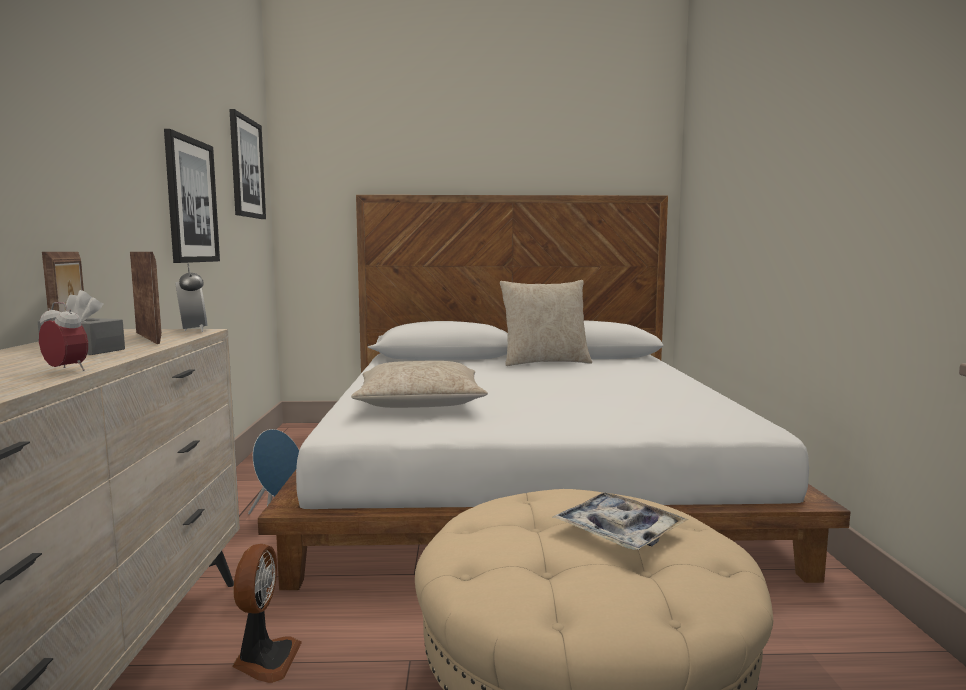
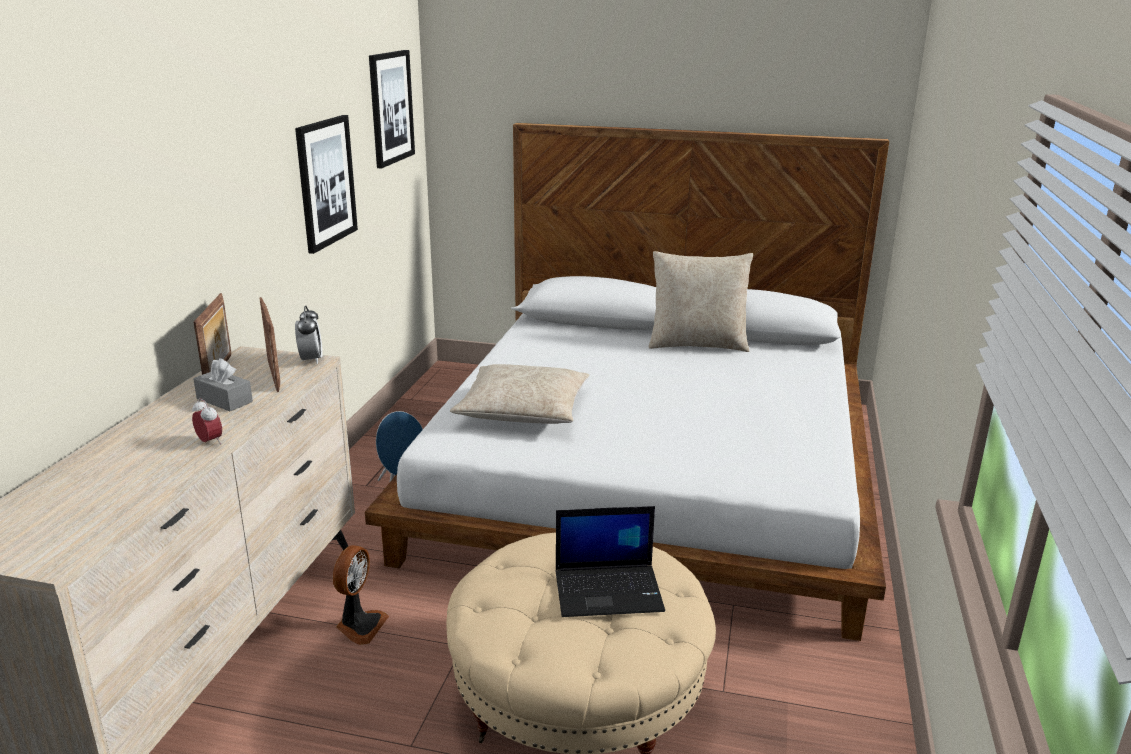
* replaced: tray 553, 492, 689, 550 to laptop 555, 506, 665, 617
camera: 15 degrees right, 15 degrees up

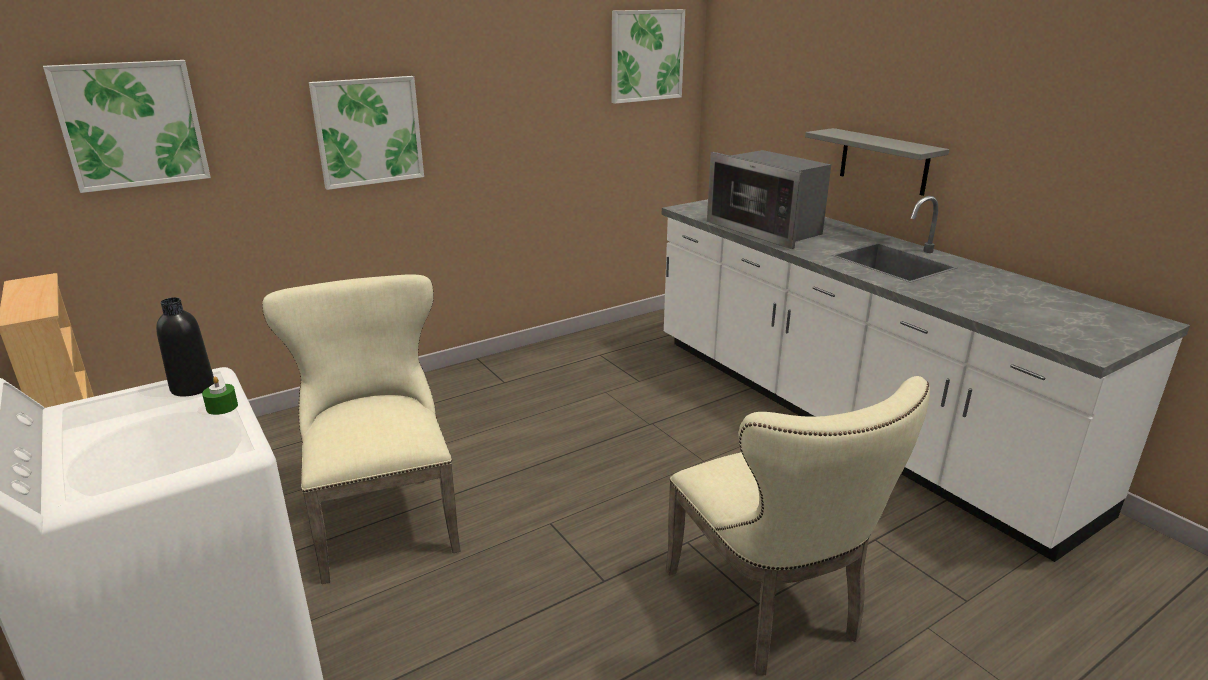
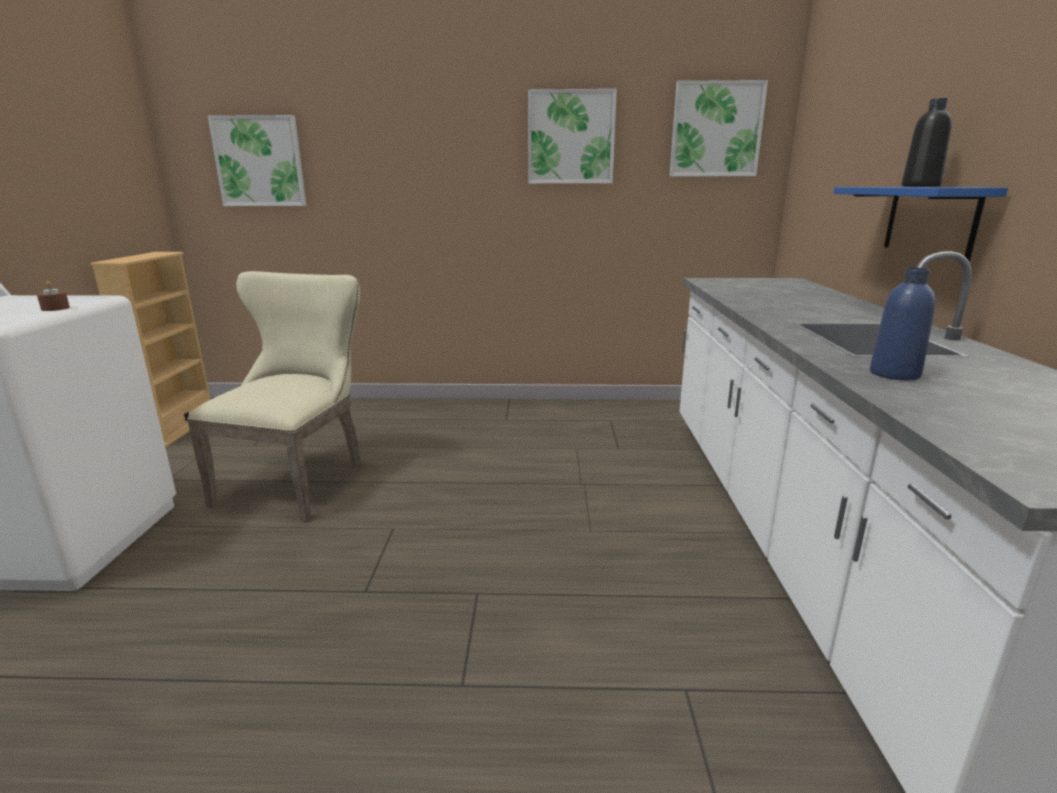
* removed: beige chair 666, 376, 930, 675
* removed: microwave 707, 150, 831, 249
* added: blue bottle 870, 267, 936, 381
* moved: black bottle 156, 297, 214, 397 to 901, 98, 952, 187
* moved: picture 309, 76, 424, 190 to 528, 89, 617, 184
* recoloured: green candle 202, 376, 238, 415 to brown candle 37, 281, 70, 311
* recoloured: grey shelf 805, 128, 949, 196 to blue shelf 833, 187, 1008, 262
camera: 35 degrees right, 5 degrees down

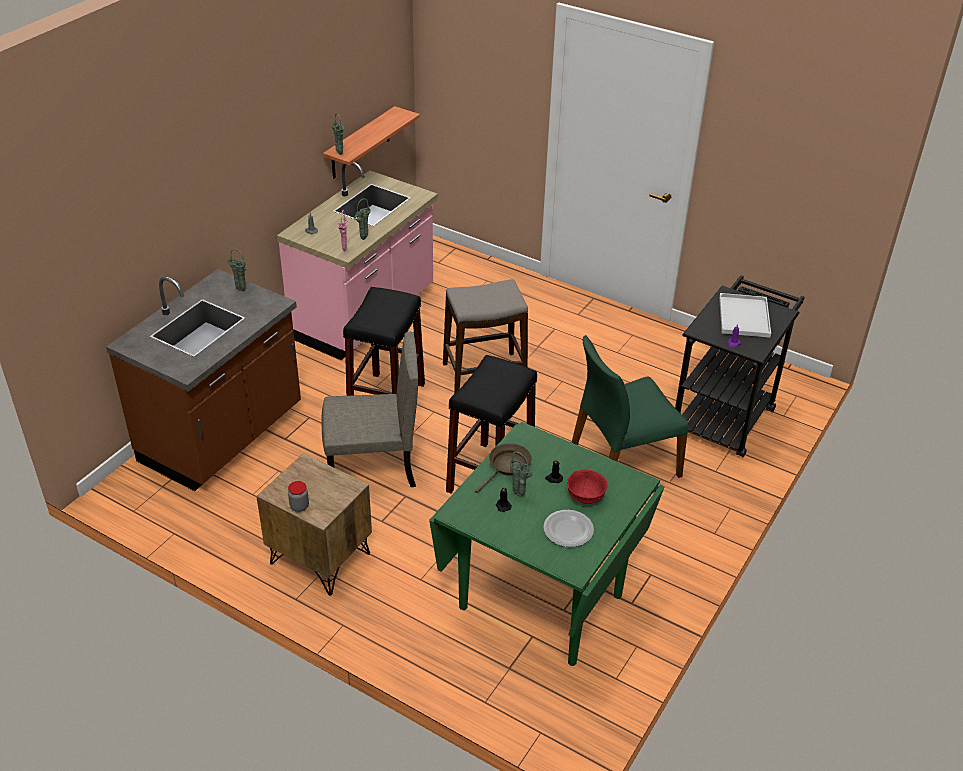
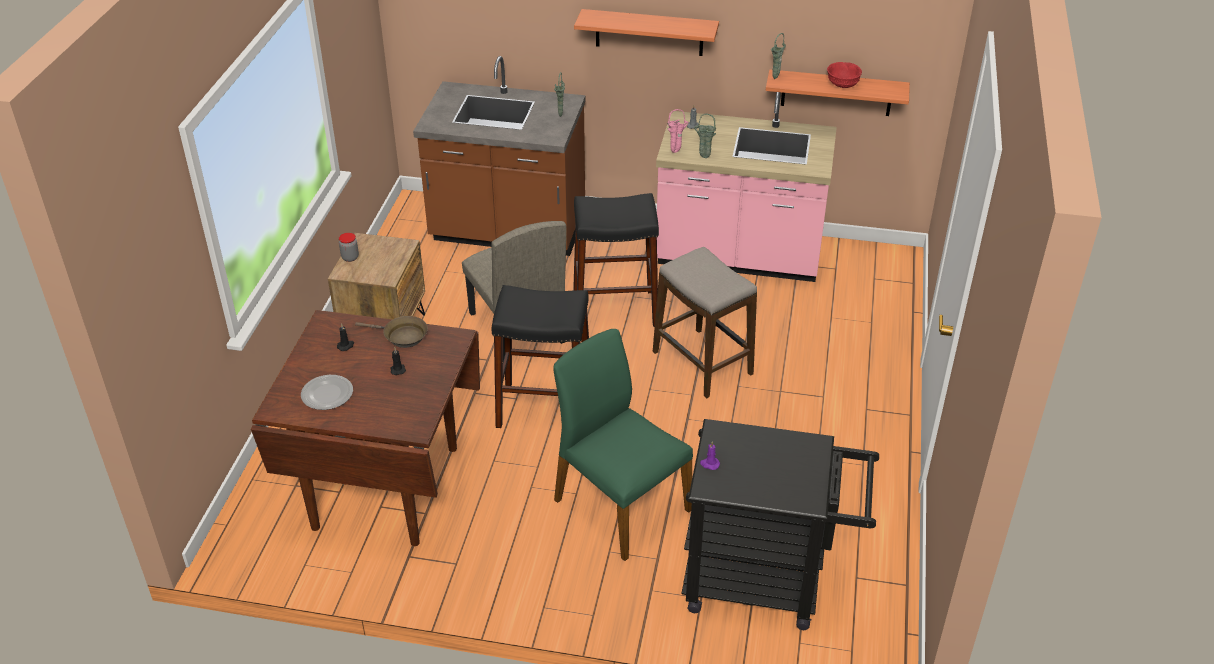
* removed: green vase 509, 451, 533, 496
* removed: white tray 719, 293, 771, 338
* added: shelf 574, 9, 719, 56
* moved: red bowl 567, 469, 608, 504 to 827, 62, 862, 88
* recoloured: green dining table 429, 421, 664, 666 to brown dining table 251, 310, 480, 546
camera: 70 degrees right, 0 degrees up

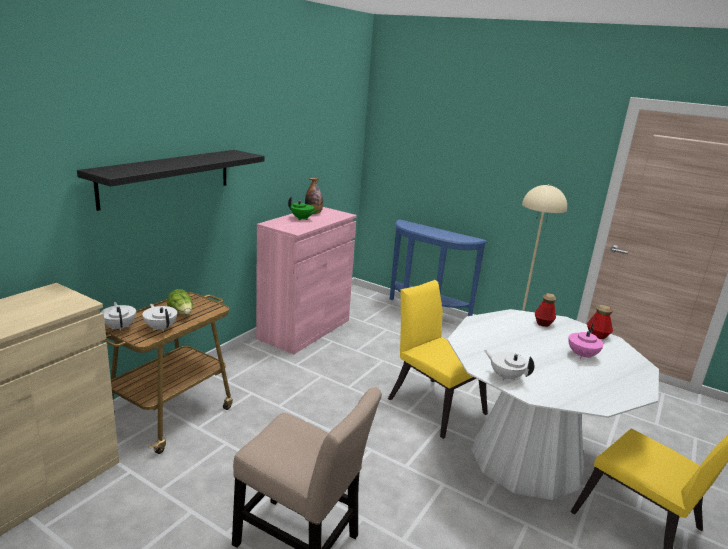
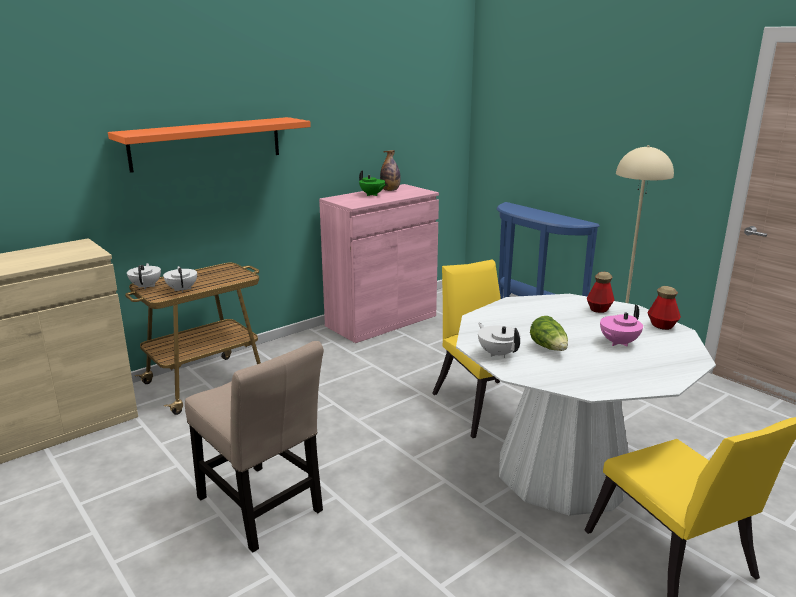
* moved: lettuce 167, 289, 193, 315 to 530, 316, 568, 351
* recoloured: black shelf 77, 150, 265, 211 to orange shelf 108, 117, 311, 173
camera: 20 degrees right, 0 degrees up

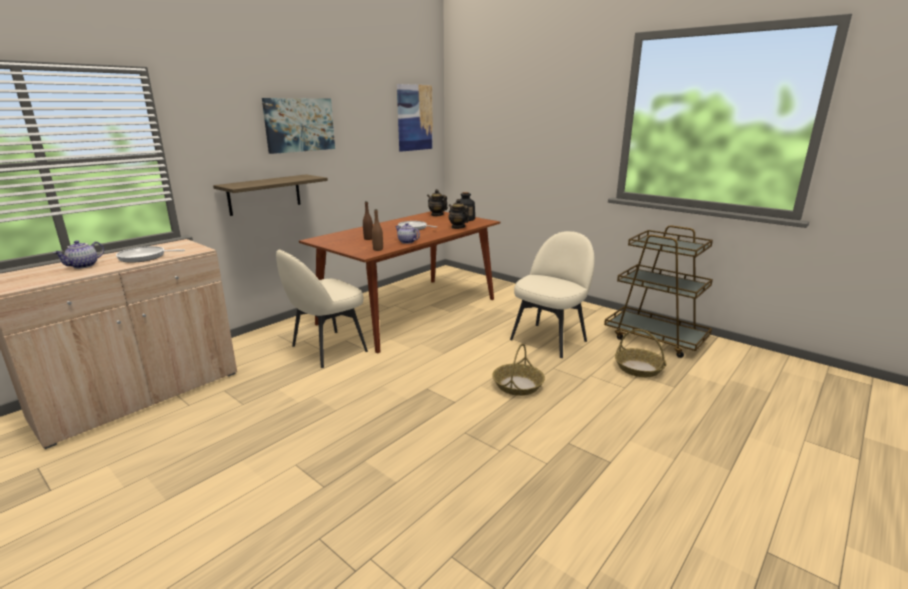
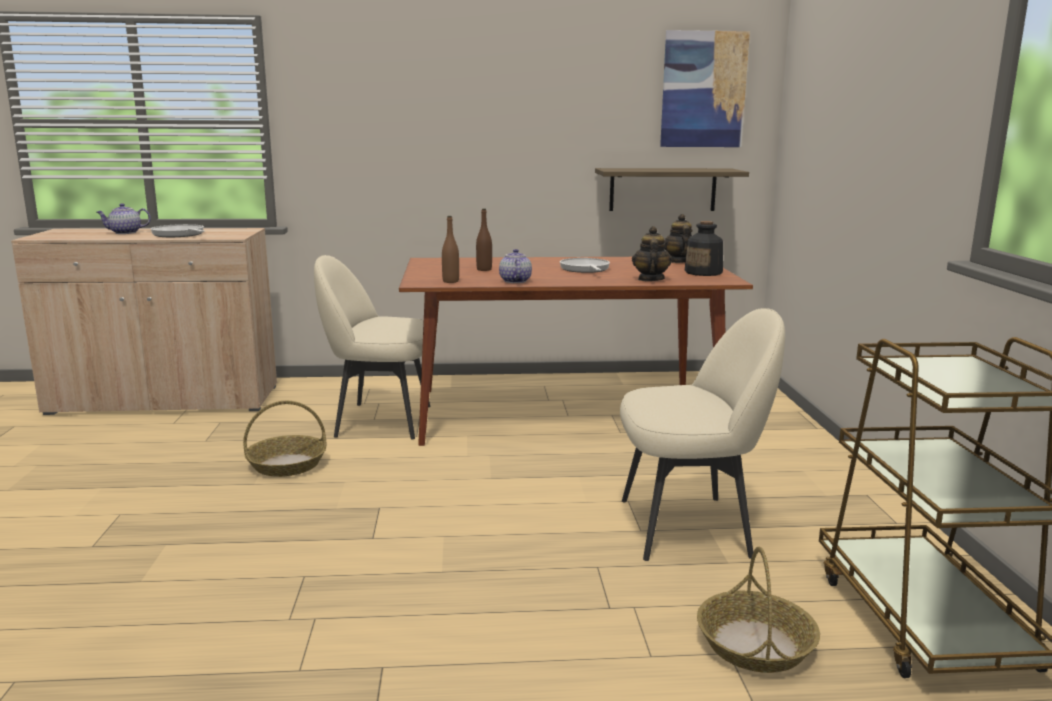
* removed: picture 262, 98, 335, 154
* moved: shelf 213, 175, 328, 216 to 595, 168, 749, 211
* moved: basket 492, 343, 545, 396 to 243, 401, 326, 477
camera: 45 degrees right, 5 degrees down

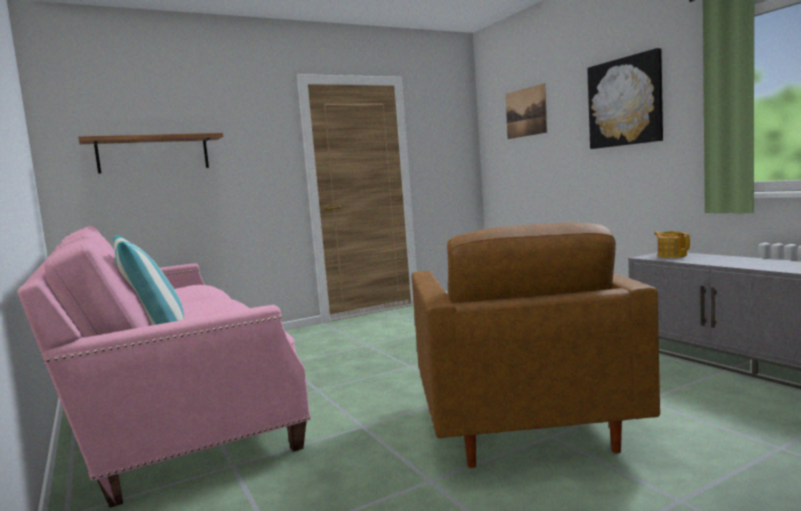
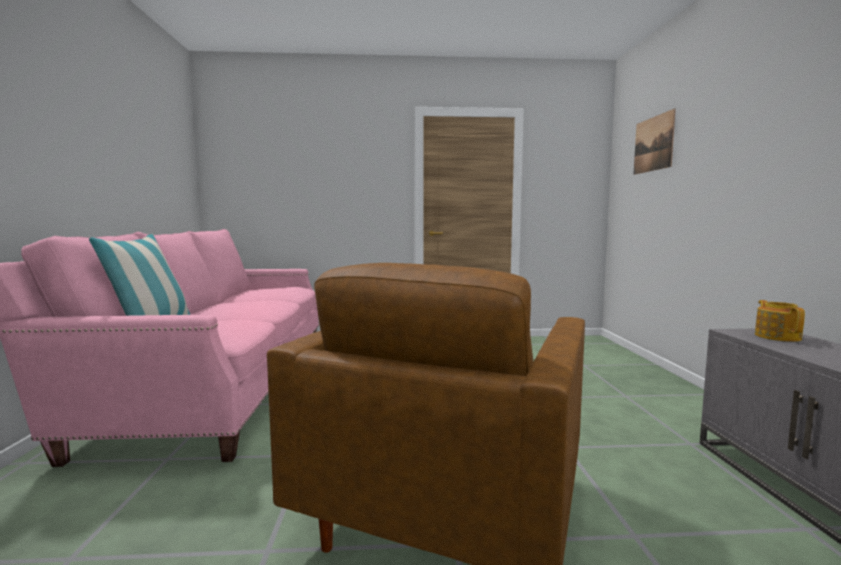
* removed: shelf 78, 133, 223, 174
* removed: picture 587, 48, 663, 149
camera: 25 degrees right, 0 degrees up

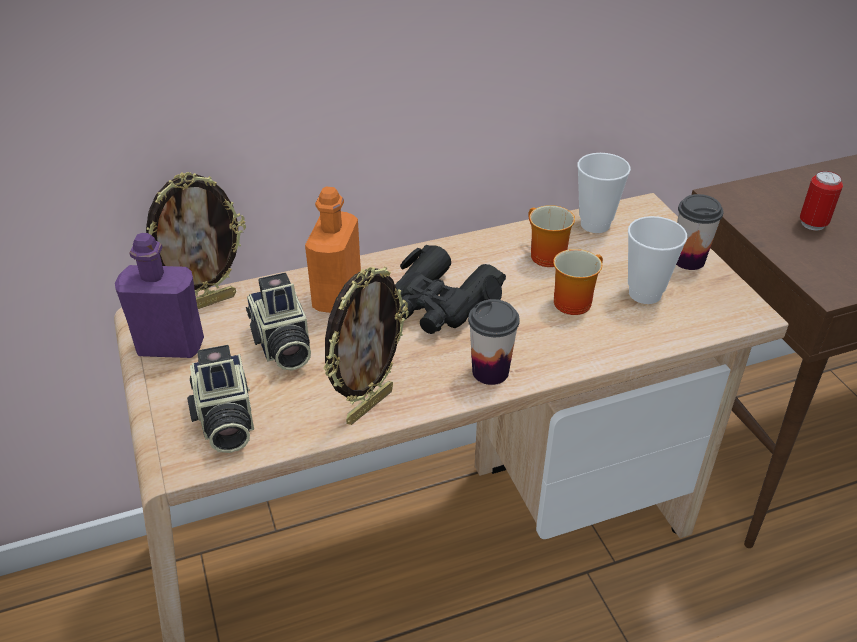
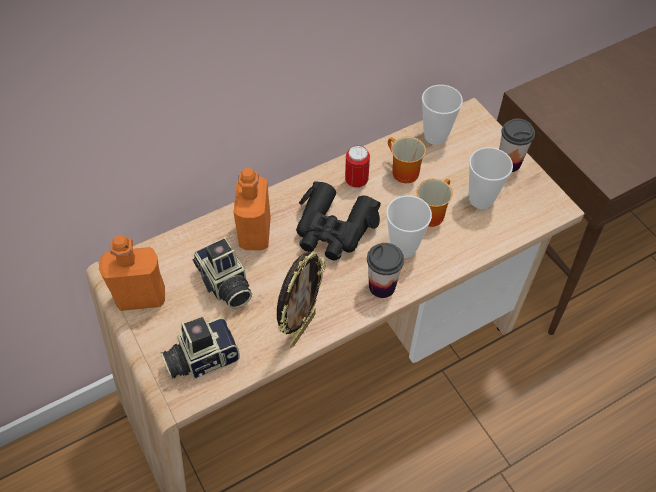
* removed: picture frame 146, 172, 246, 309
* added: cup 386, 195, 432, 258
* moved: can 800, 171, 843, 231 to 345, 145, 370, 189
* recoloured: purple bottle 115, 233, 204, 358 to orange bottle 99, 235, 165, 311
* turned: photo camera 187, 345, 254, 453 = 161, 317, 240, 379 90 degrees clockwise
camera: 10 degrees left, 15 degrees up

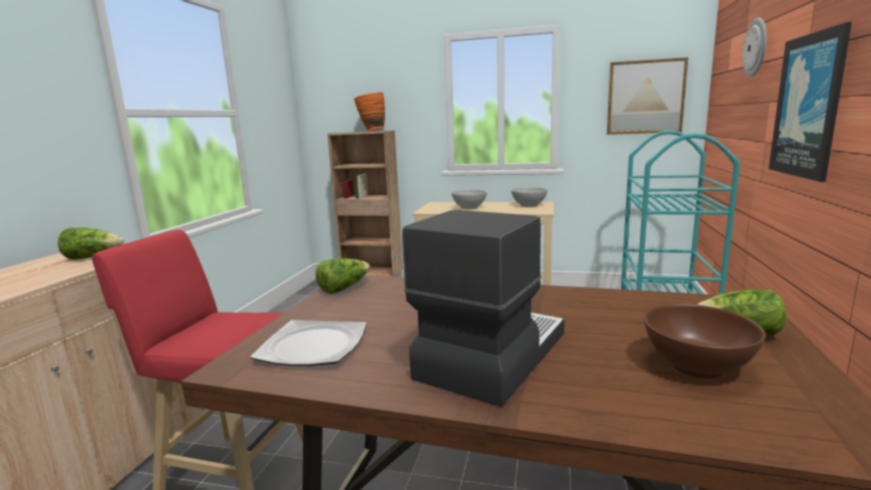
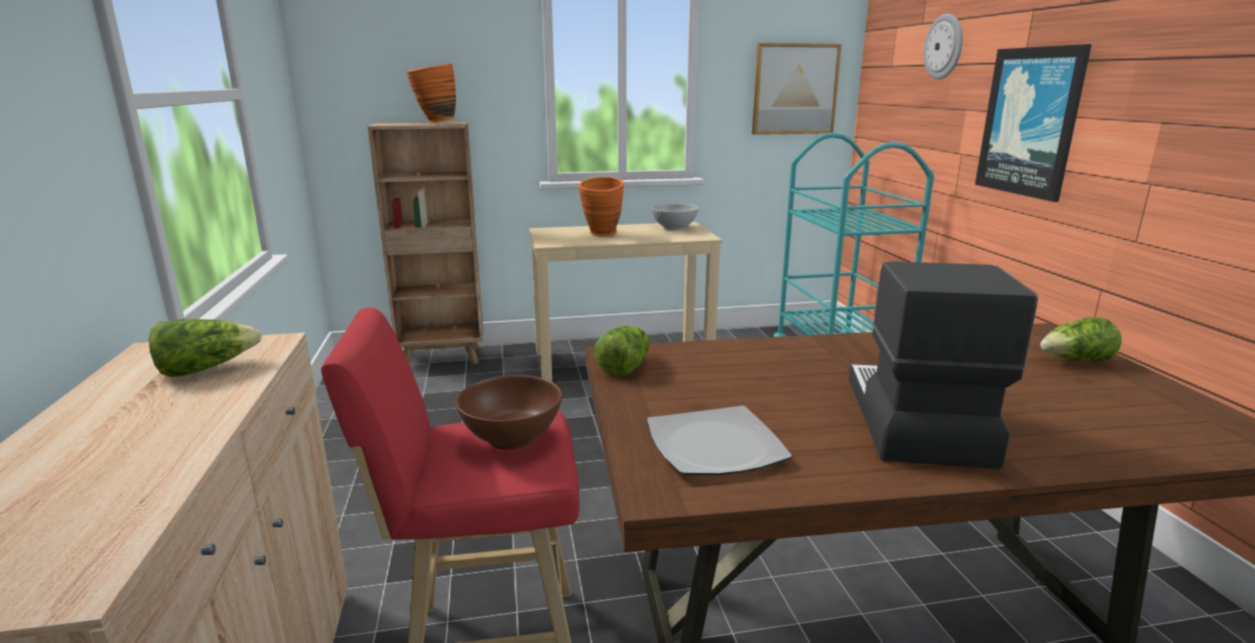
* moved: brown bowl 644, 304, 766, 379 to 455, 375, 562, 450
* replaced: white bowl 451, 189, 487, 209 to orange vase 579, 177, 624, 237
camera: 25 degrees left, 5 degrees up

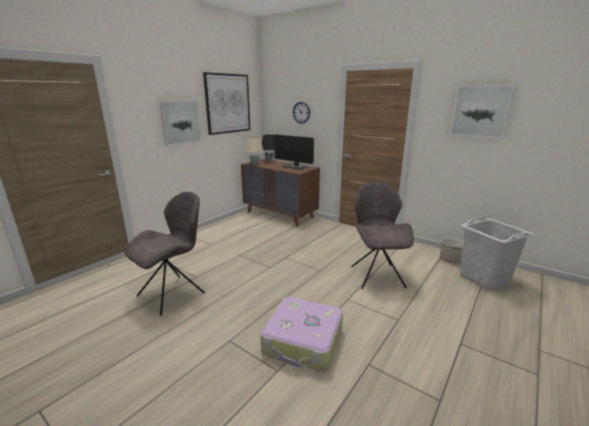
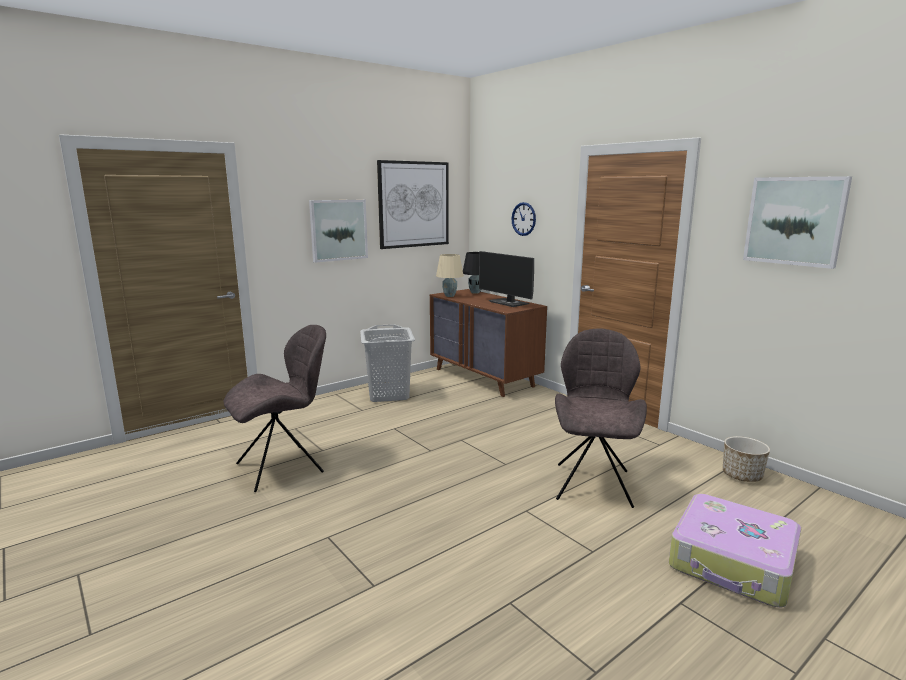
* moved: suitcase 260, 297, 343, 372 to 669, 494, 801, 607
* moved: grey laundry basket 460, 217, 533, 291 to 360, 324, 415, 402
camera: 15 degrees right, 5 degrees down

